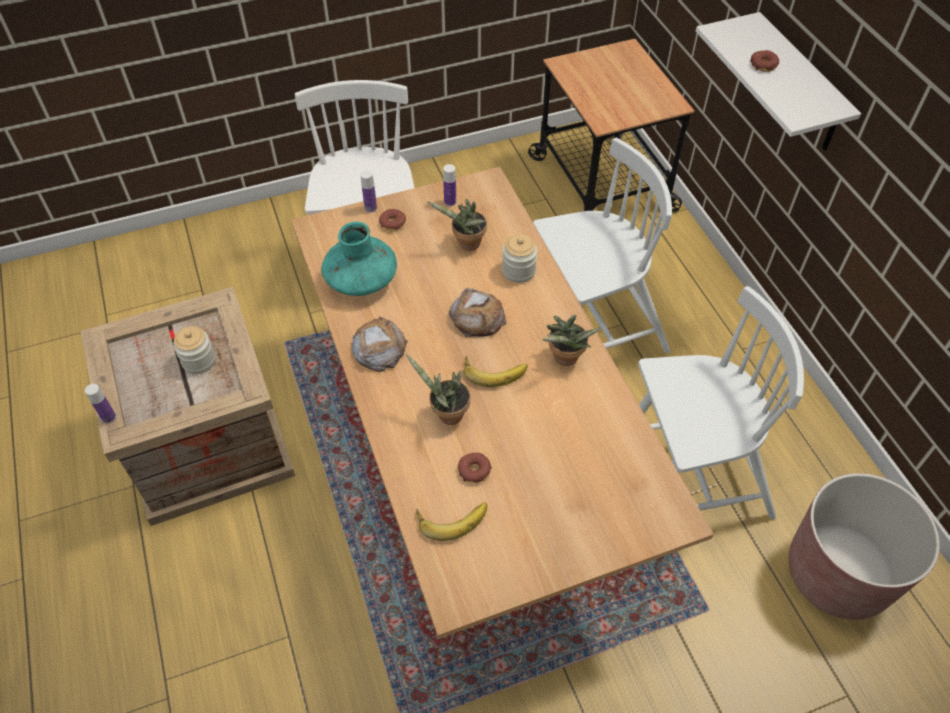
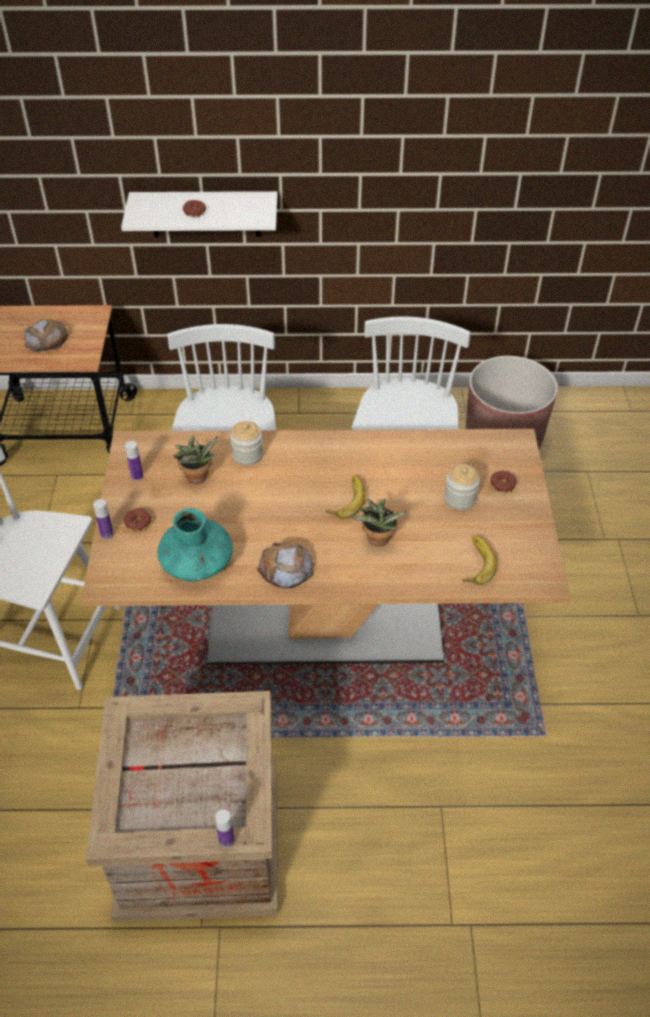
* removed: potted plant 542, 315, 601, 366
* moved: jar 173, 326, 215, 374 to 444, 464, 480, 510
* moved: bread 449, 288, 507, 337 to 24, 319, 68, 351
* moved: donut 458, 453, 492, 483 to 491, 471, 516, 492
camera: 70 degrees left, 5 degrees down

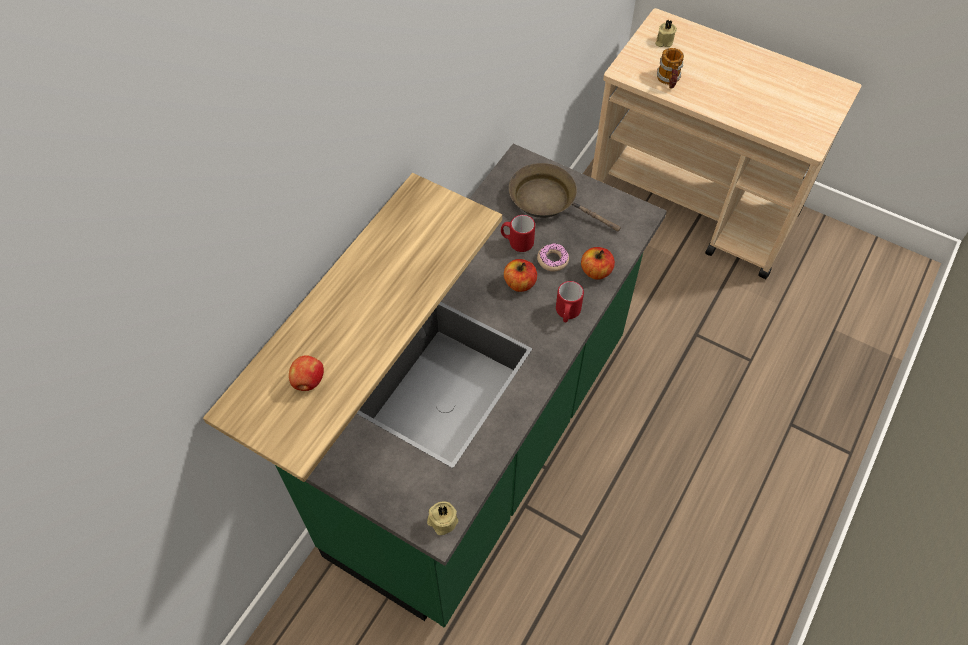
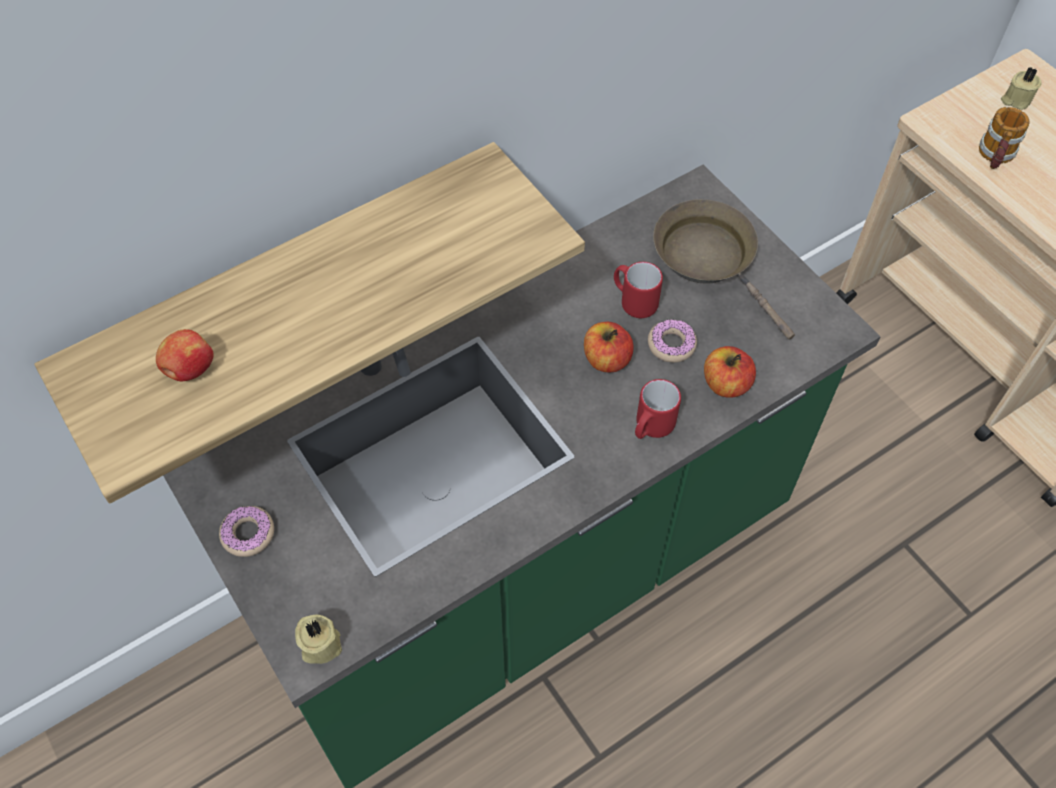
* added: donut 219, 506, 274, 557
camera: 25 degrees right, 0 degrees up

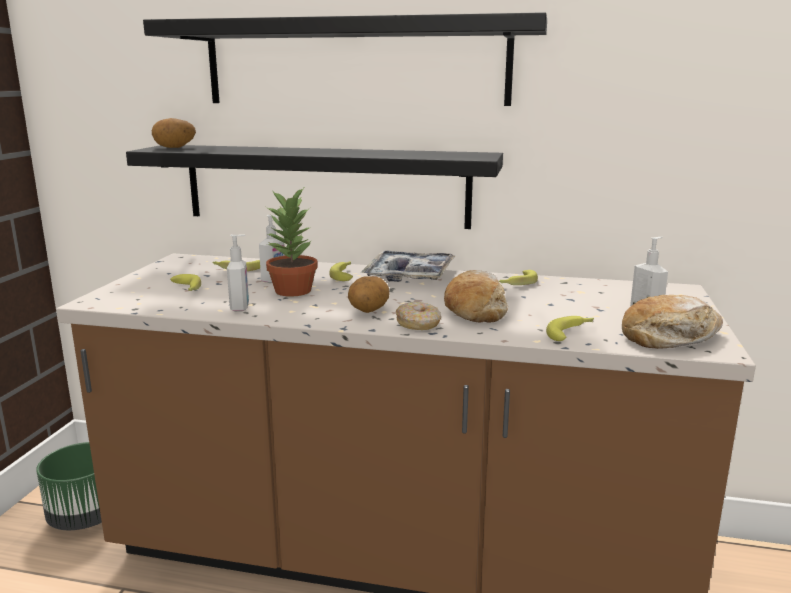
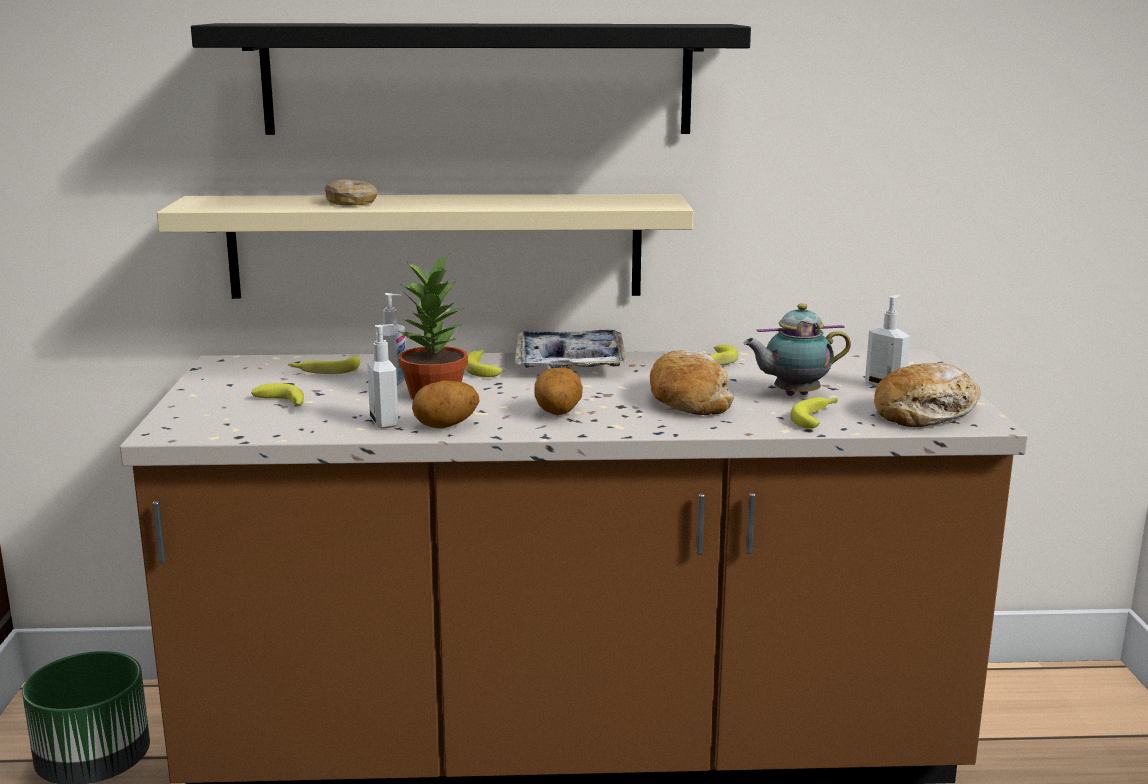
* added: teapot 744, 303, 851, 396
* moved: potato 152, 118, 196, 148 to 412, 381, 480, 429
* moved: donut 396, 302, 441, 330 to 324, 179, 377, 206
* recoloured: black shelf 126, 145, 503, 229 to beige shelf 157, 194, 693, 299
camera: 15 degrees left, 0 degrees up

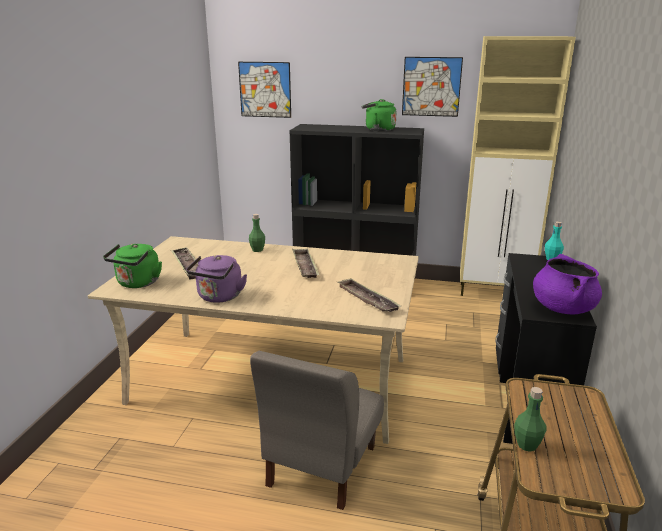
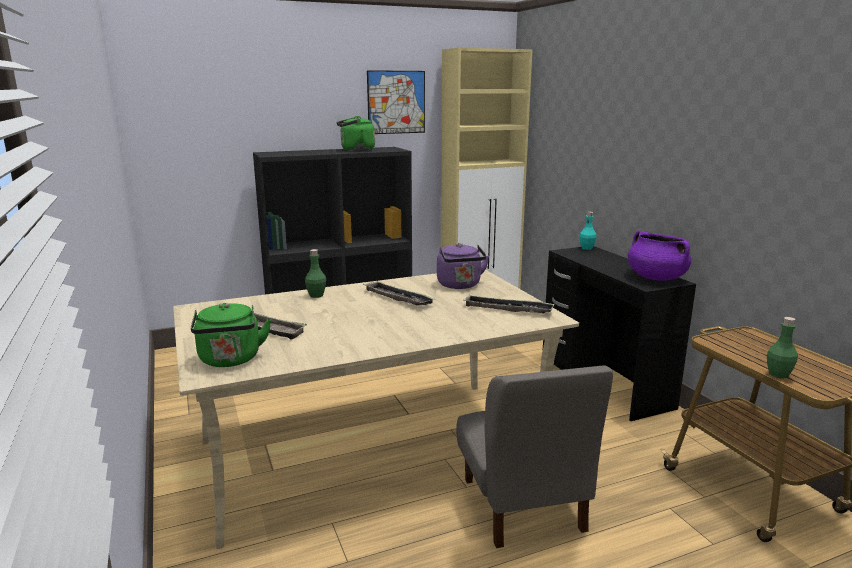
* removed: picture 238, 62, 291, 118
* moved: purple kettle 186, 255, 247, 303 to 437, 243, 489, 289
camera: 35 degrees left, 5 degrees down

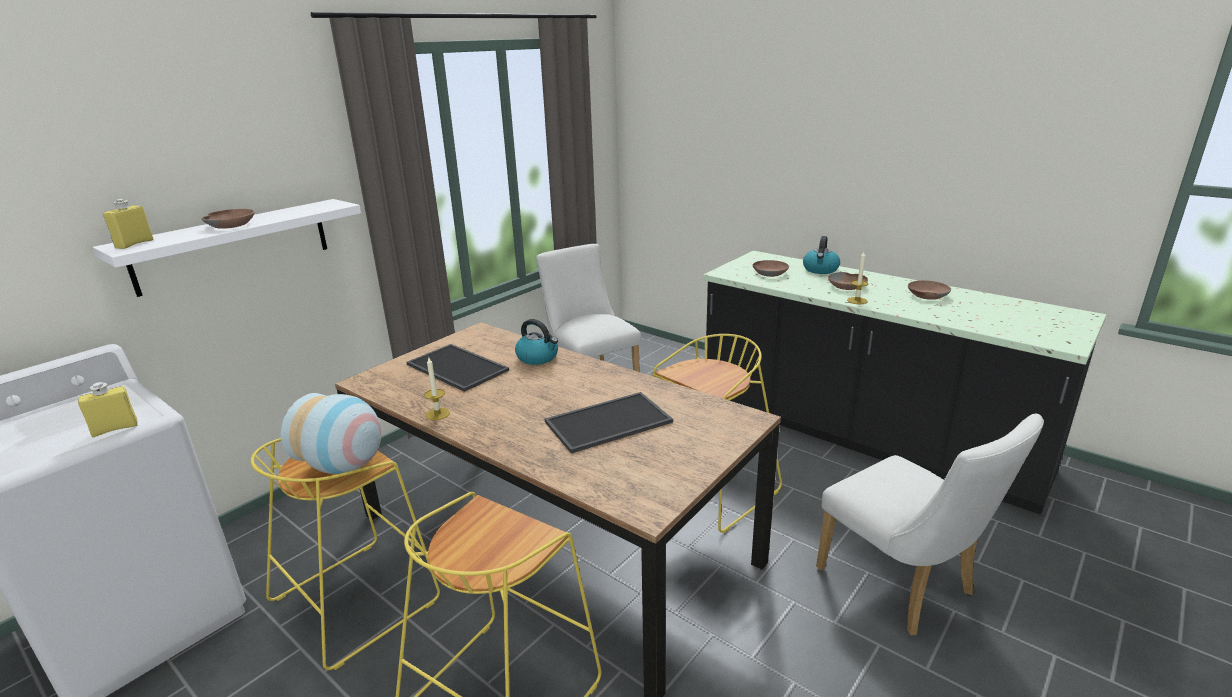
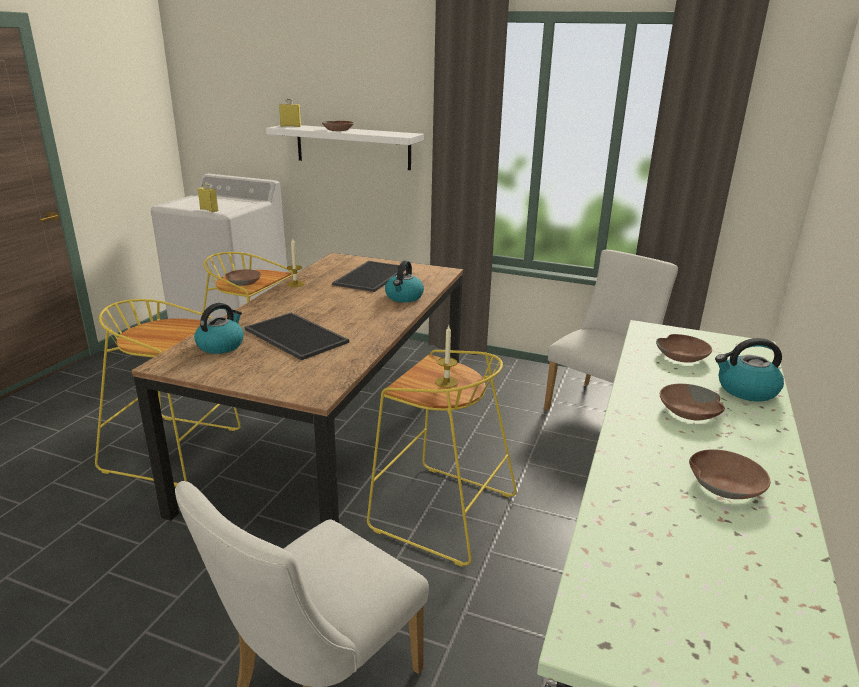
* added: kettle 194, 303, 244, 354
* moved: candle 847, 251, 868, 304 to 435, 326, 458, 388
* replaced: vase 281, 393, 382, 474 to brown bowl 225, 269, 261, 286
camera: 70 degrees right, 0 degrees up

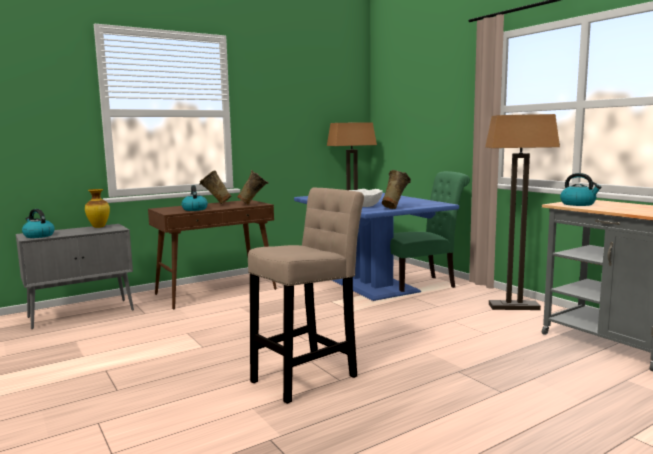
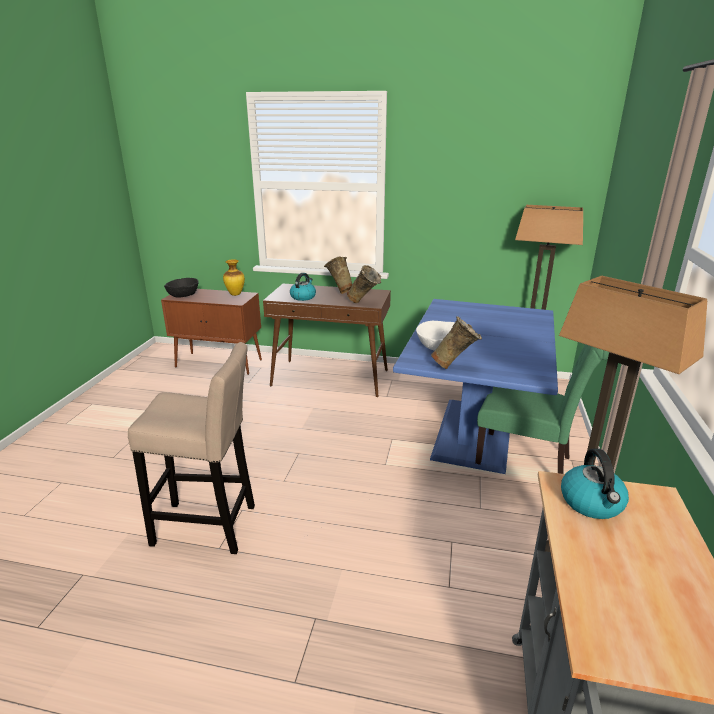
* replaced: kettle 22, 209, 55, 238 to black bowl 164, 278, 199, 298
* recoloured: grey cabinet 16, 224, 134, 329 to brown cabinet 161, 289, 262, 375
camera: 45 degrees right, 15 degrees up

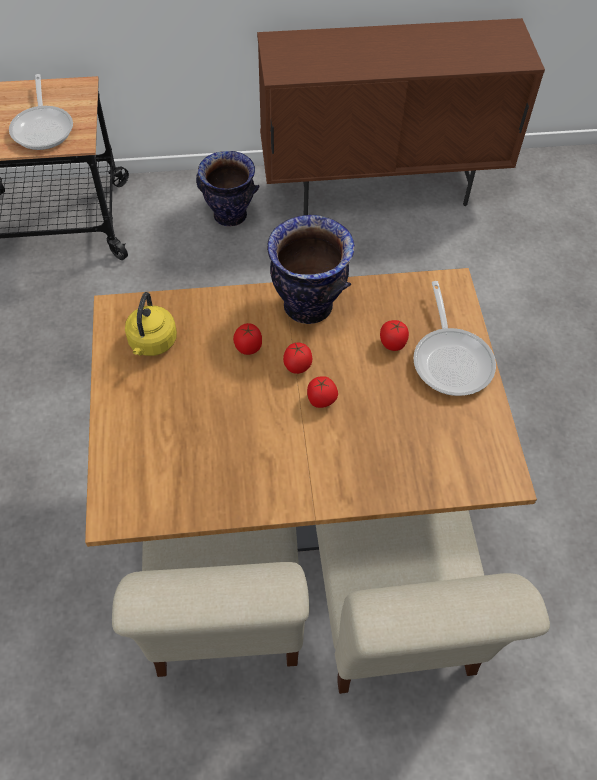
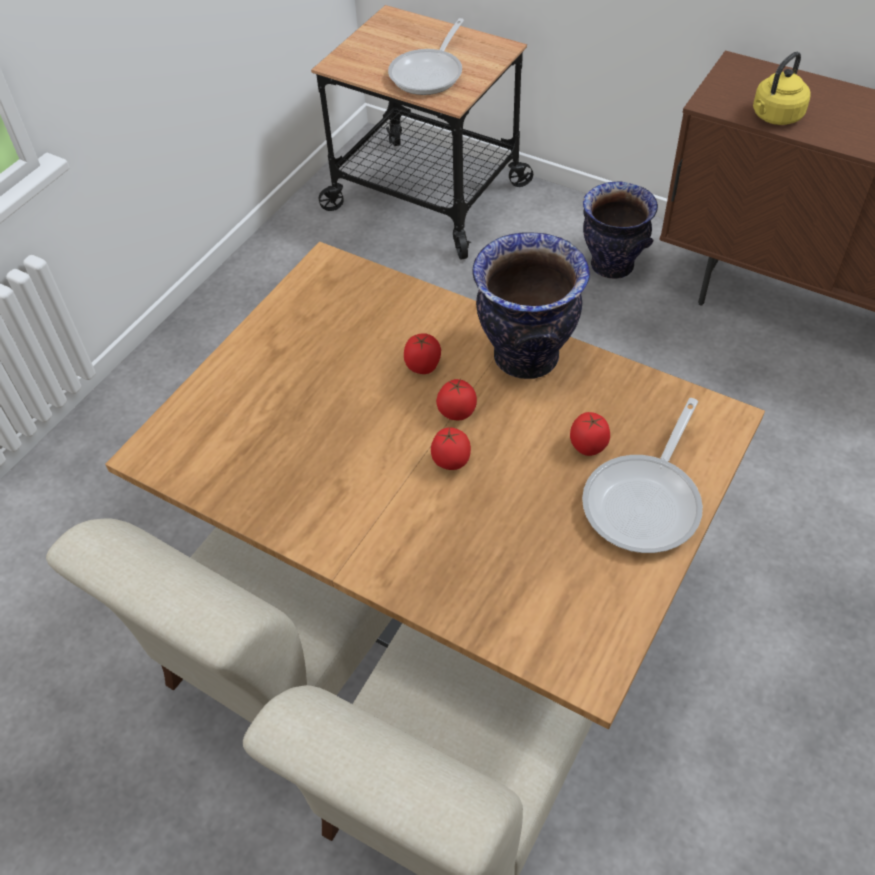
* moved: yellow kettle 125, 292, 177, 356 to 753, 52, 811, 125
camera: 40 degrees right, 5 degrees down

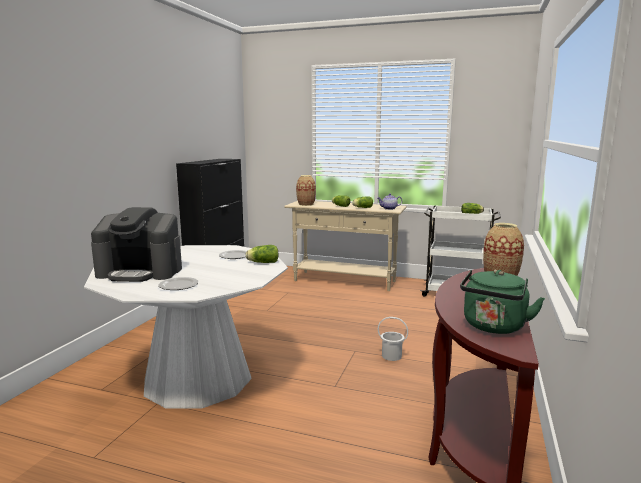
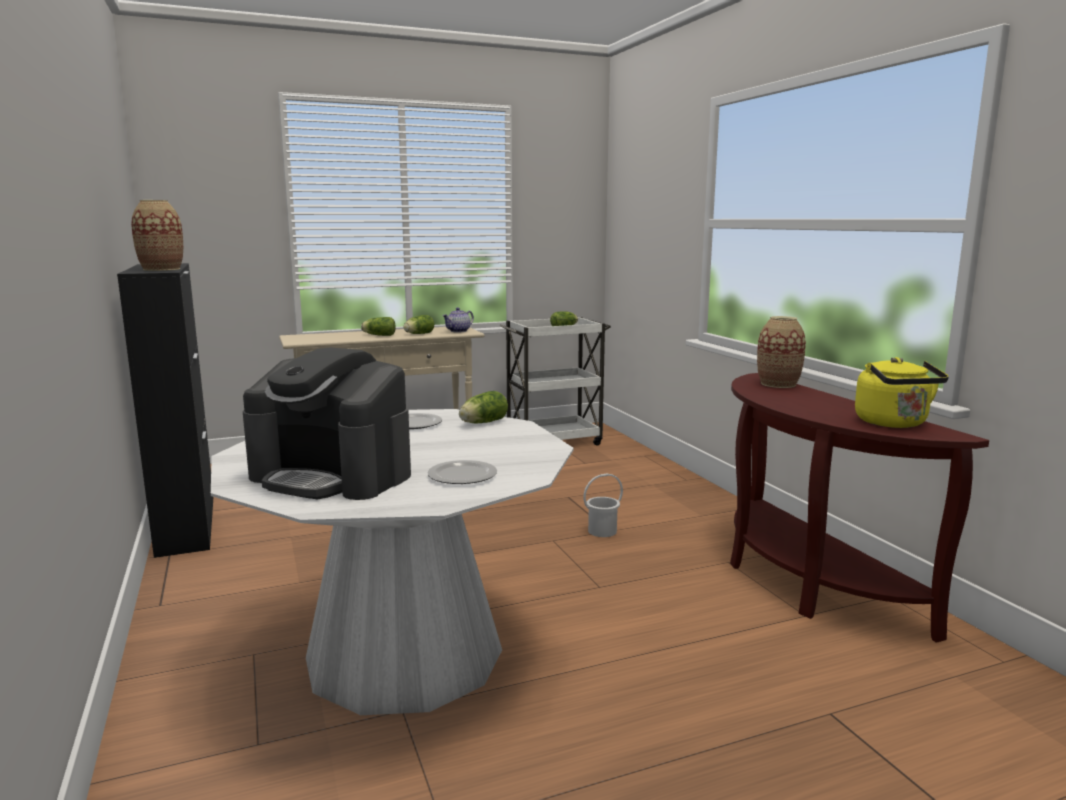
* moved: vase 296, 175, 316, 206 to 131, 200, 183, 271
* recoloured: green kettle 460, 270, 545, 334 to yellow kettle 855, 357, 949, 428
* turned: coffee machine 91, 207, 182, 282 = 243, 347, 411, 500 60 degrees clockwise
camera: 40 degrees left, 0 degrees up

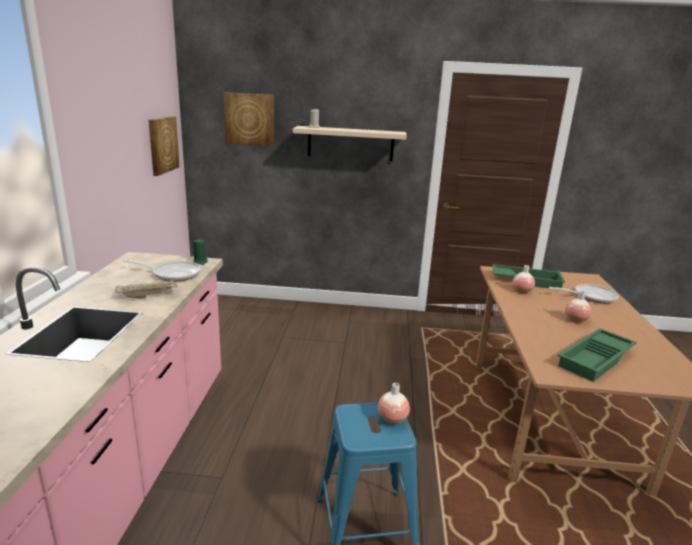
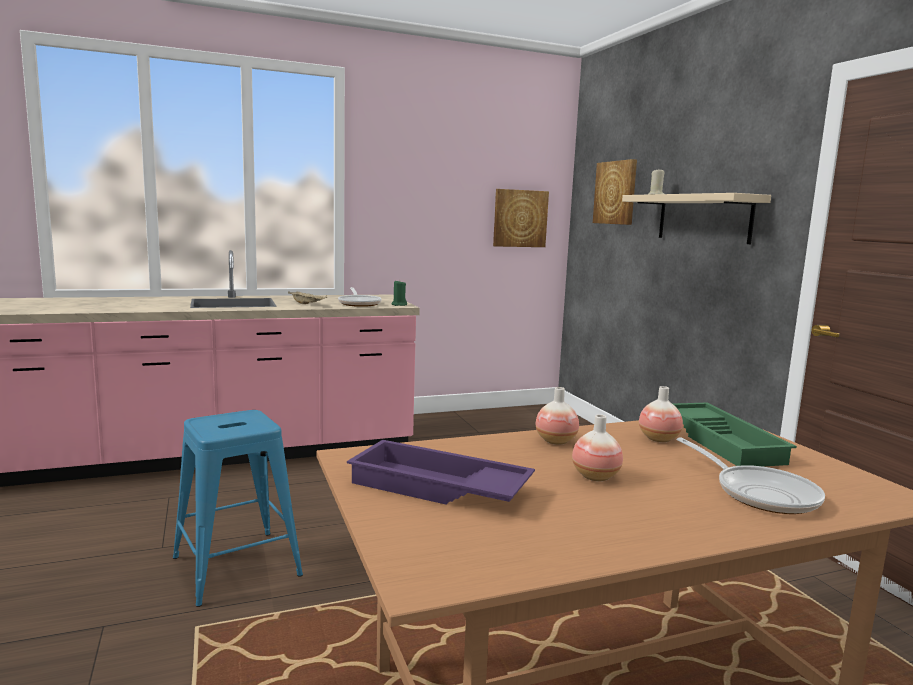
* moved: vase 378, 383, 410, 424 to 536, 387, 579, 445
* recoloured: green tray 558, 328, 637, 382 to purple tray 347, 440, 535, 505
camera: 65 degrees right, 10 degrees down

